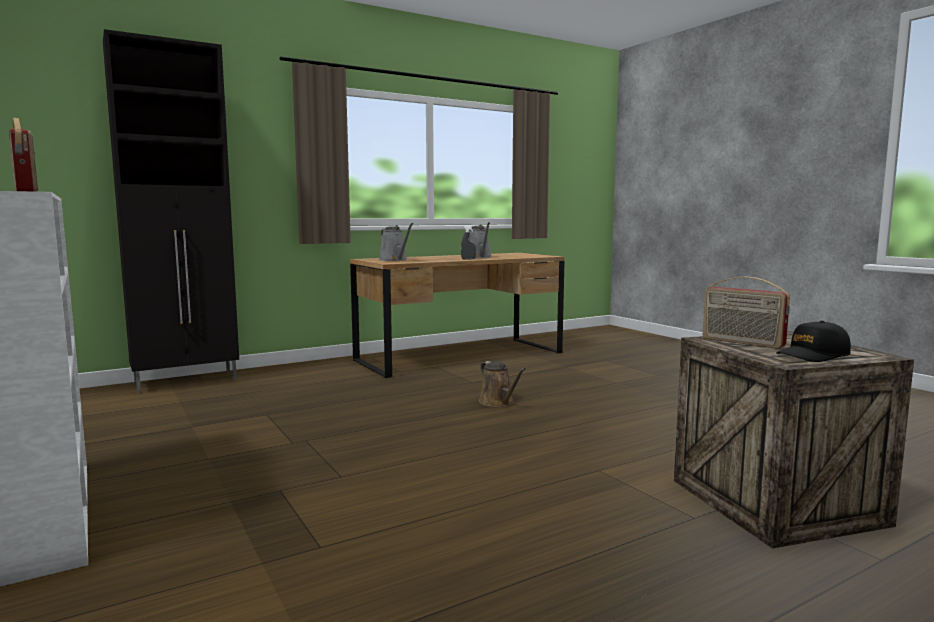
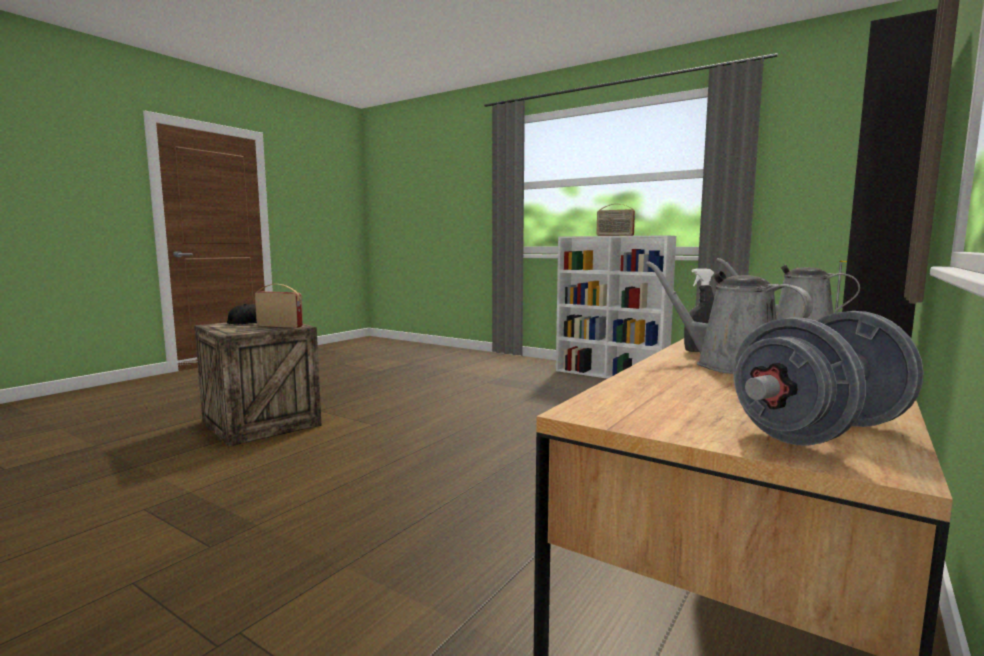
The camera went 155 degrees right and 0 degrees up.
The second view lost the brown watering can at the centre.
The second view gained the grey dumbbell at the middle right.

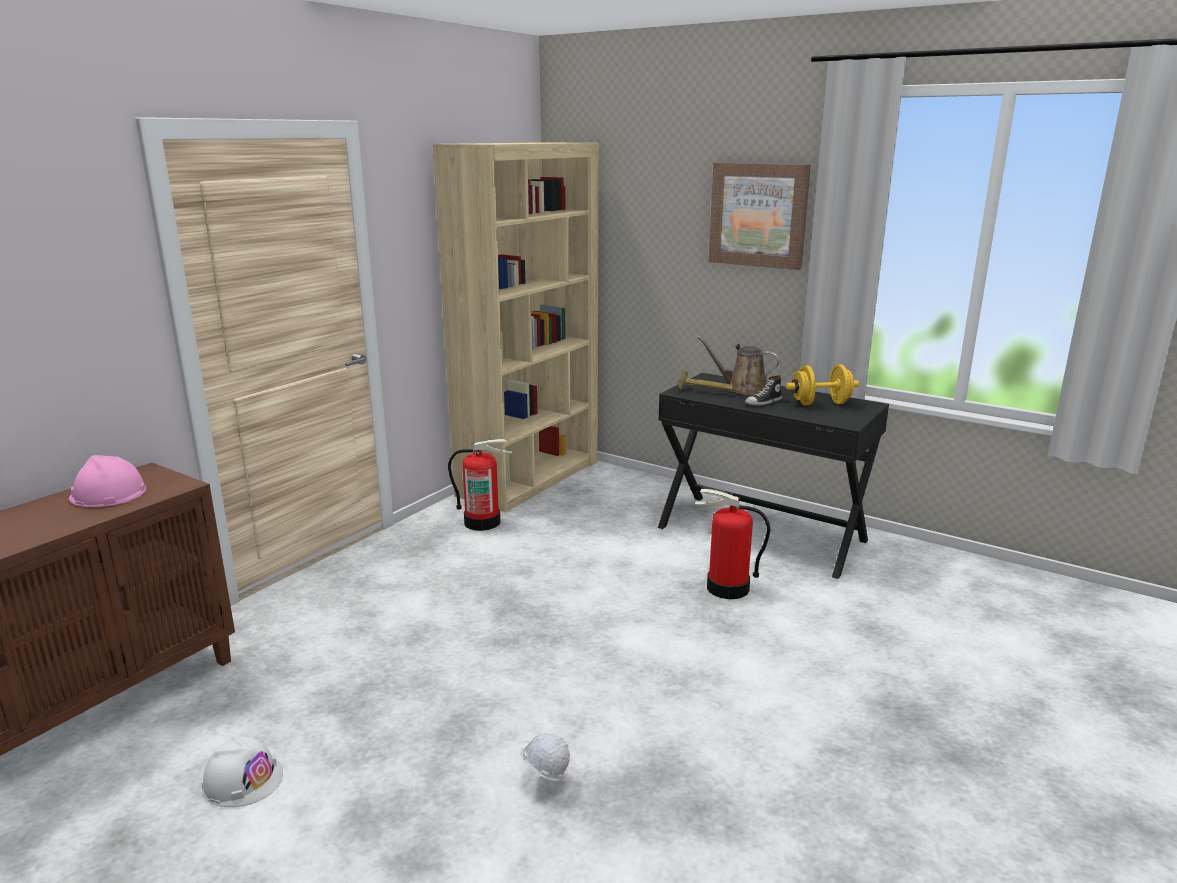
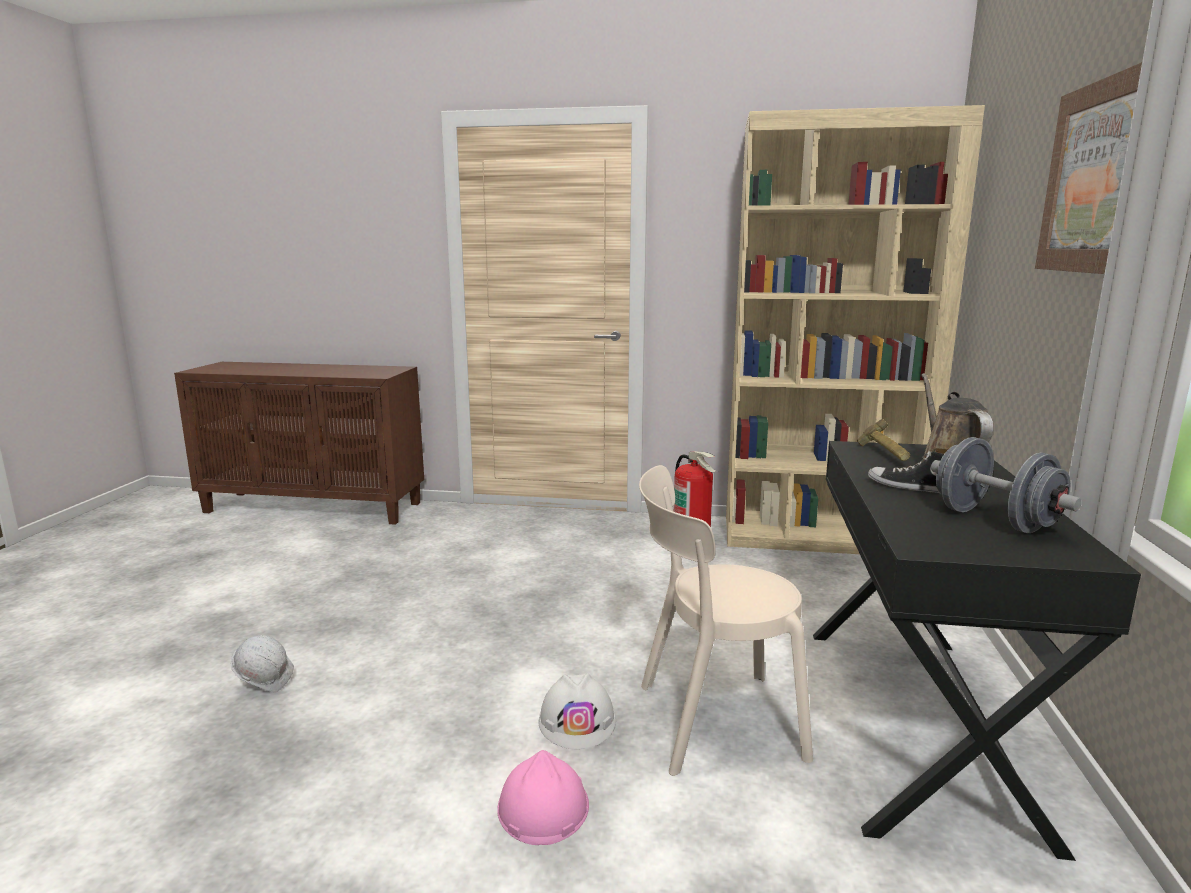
The camera went 65 degrees right and 5 degrees down.
What was the yellow dumbbell at the middle right turned into the grey dumbbell at the middle right.
The pink hard hat ended up elsewhere, having gone from the middle left to the bottom centre.
Where the fire extinguisher (no. 2 from left) stood at the centre, the beige chair came to stand at the bottom centre.
The white hard hat (no. 1 from left in the first image) ended up elsewhere, having gone from the bottom left to the bottom centre.

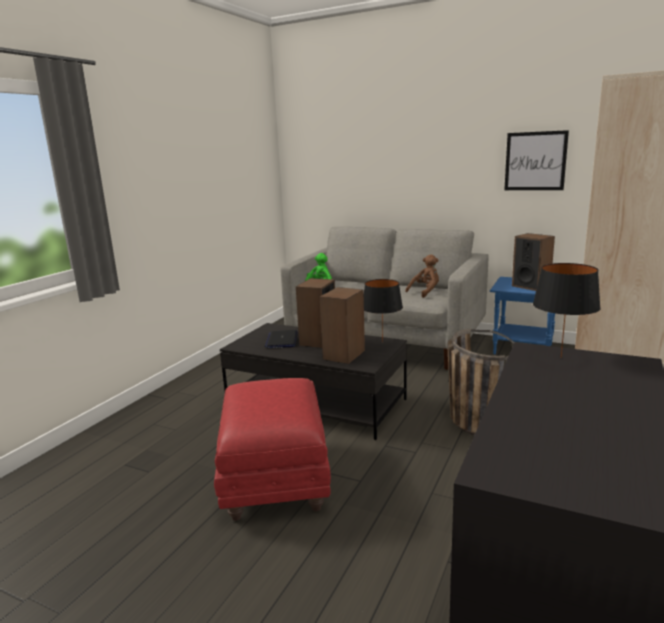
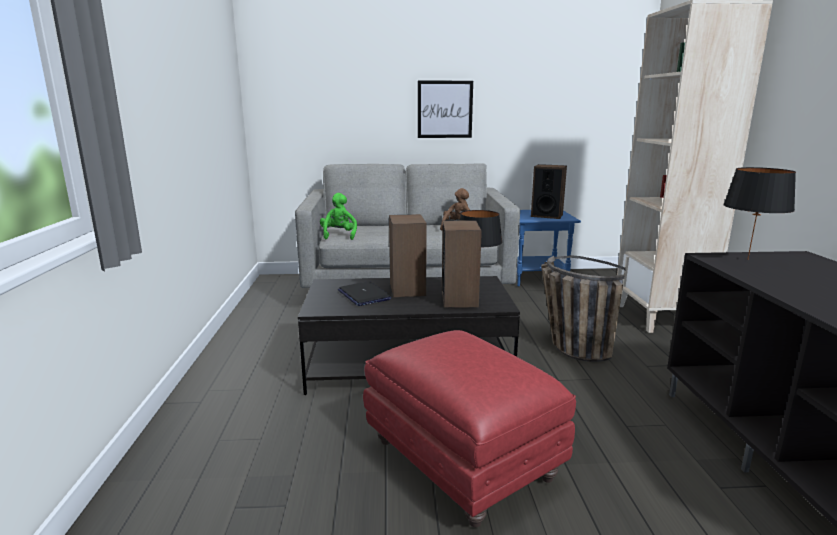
The camera went 30 degrees left and 0 degrees up.
The picture ended up elsewhere, having gone from the top right to the top centre.

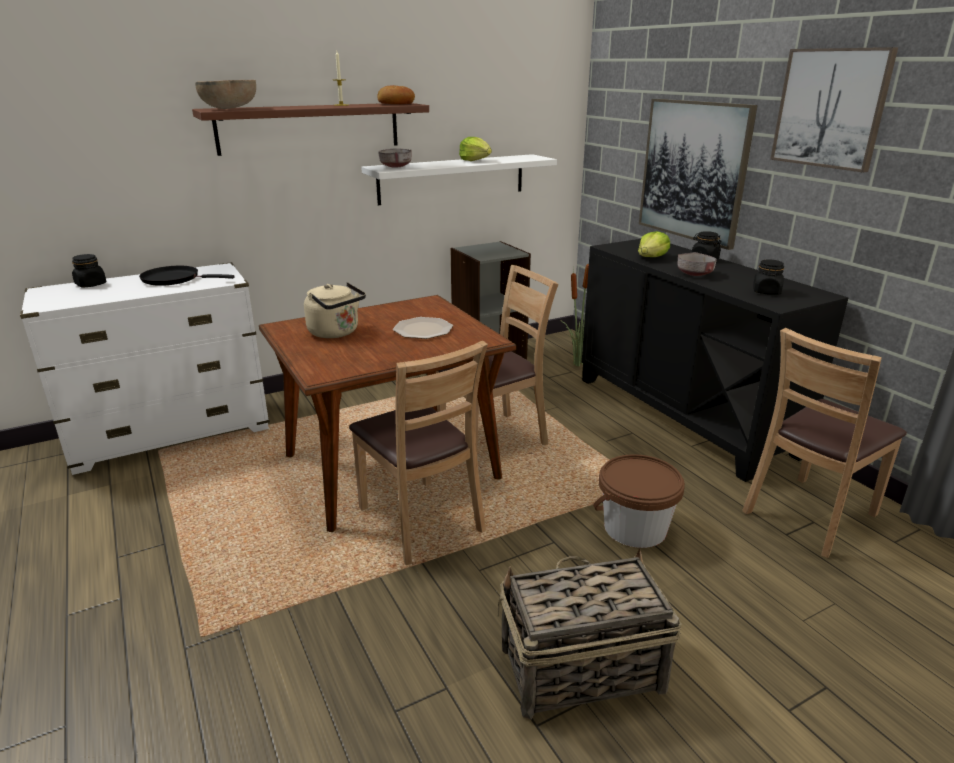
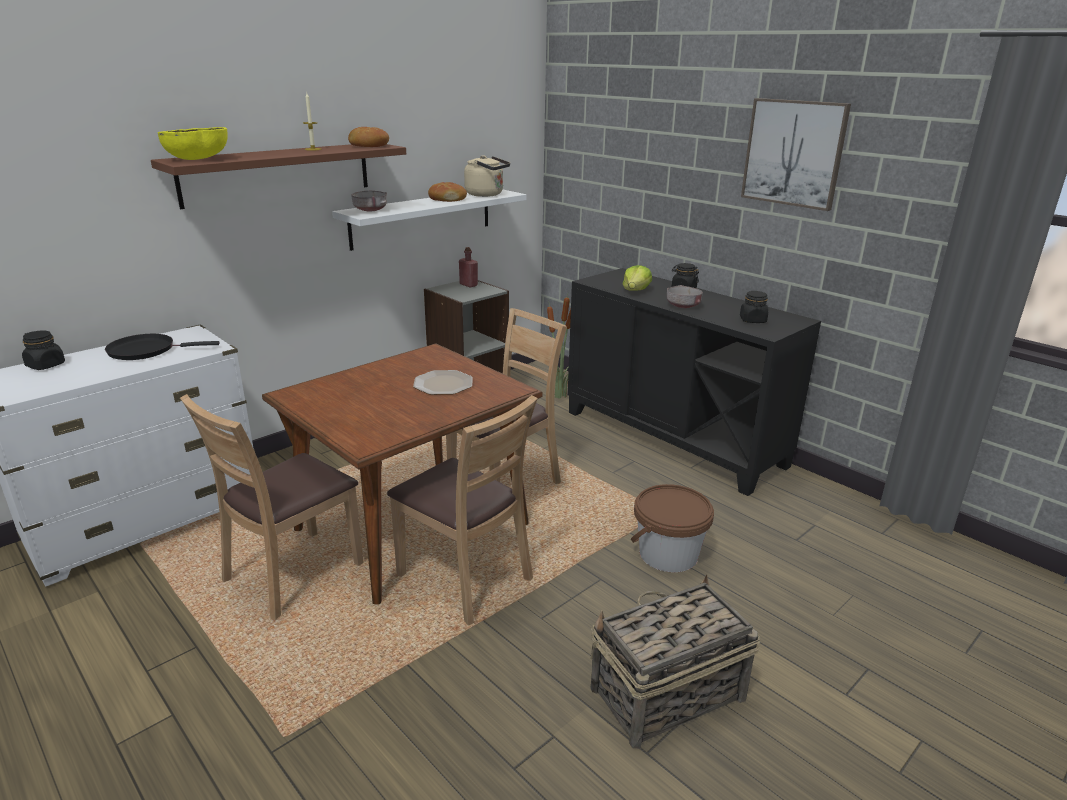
The camera went 15 degrees left and 0 degrees up.
What was the brown bowl at the top left turned into the yellow bowl at the top left.
The second view lost the picture (no. 1 from left) at the top right.
Where the lettuce (no. 1 from left) stood at the top centre, the bread (no. 2 from left) came to stand at the top centre.
The beige kettle ended up elsewhere, having gone from the centre to the top centre.
The brown chair (no. 3 from left in the first image) ended up elsewhere, having gone from the middle right to the middle left.
The second view gained the red bottle at the centre.

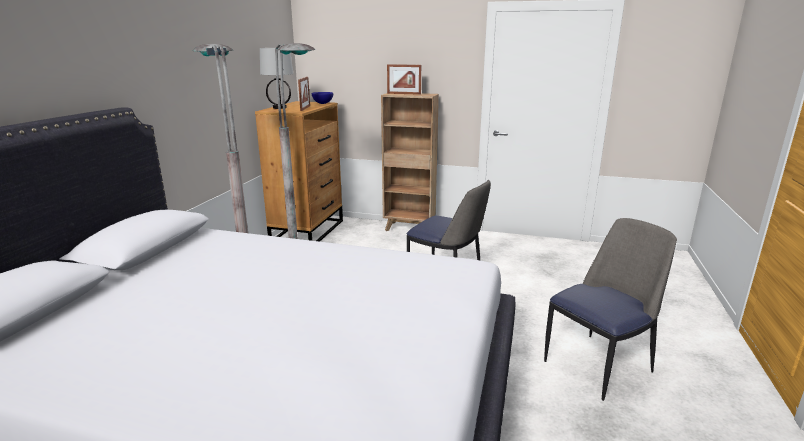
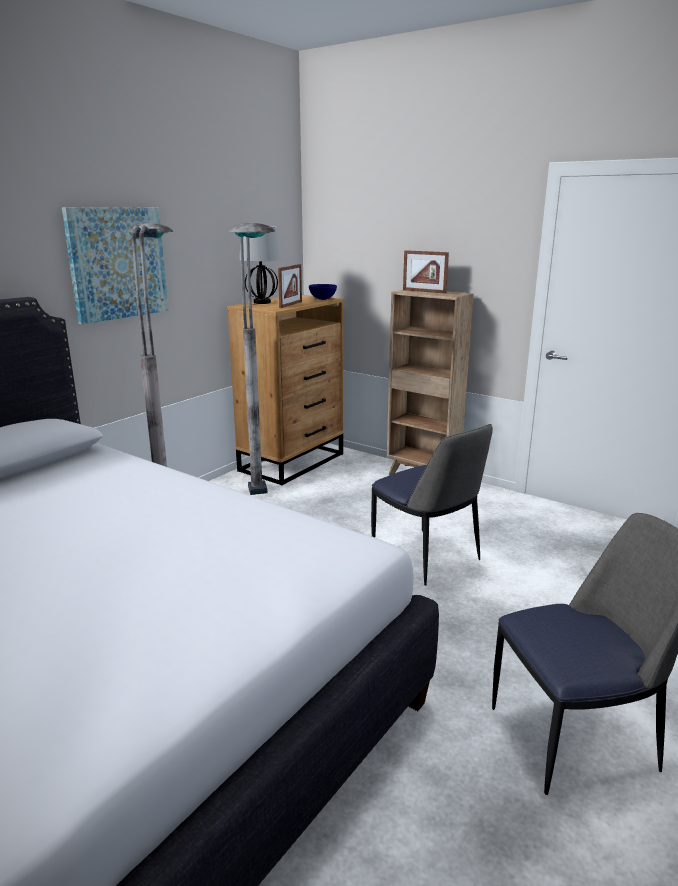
The camera went 20 degrees right and 0 degrees up.
The second view gained the picture at the top left.

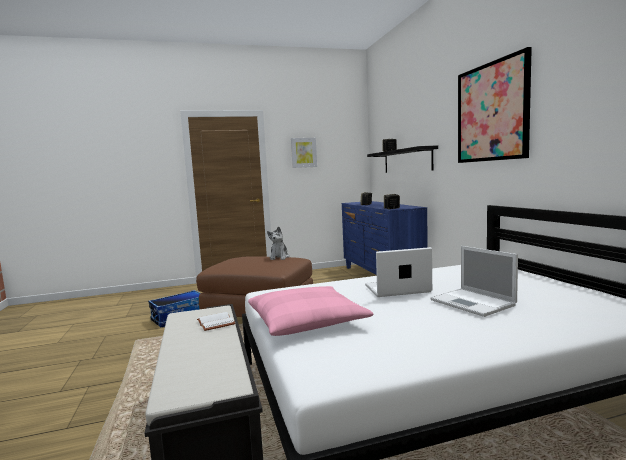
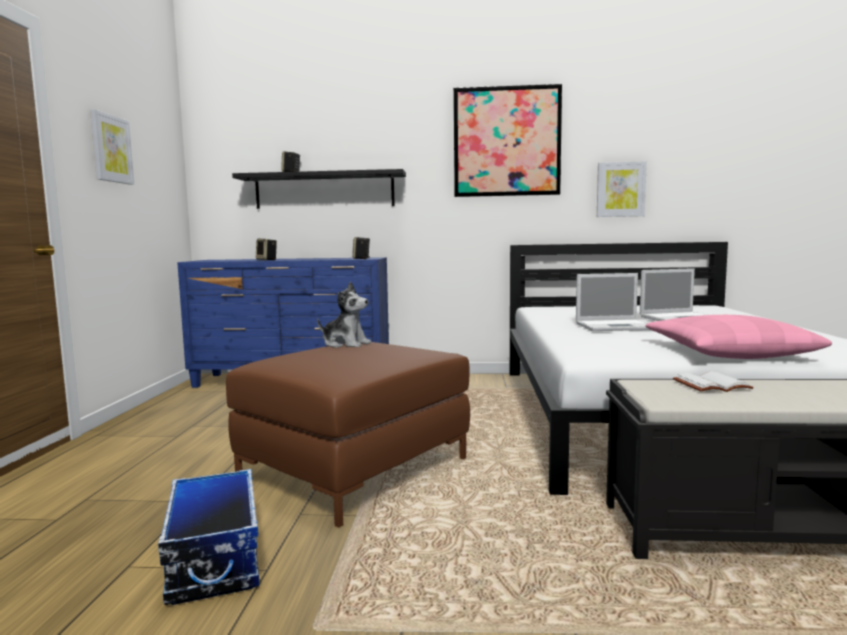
The camera went 70 degrees left and 0 degrees up.
The laptop (no. 1 from left) at the centre ended up facing another way, 105 degrees counterclockwise from before.
The second view gained the picture (no. 3 from left) at the top right.

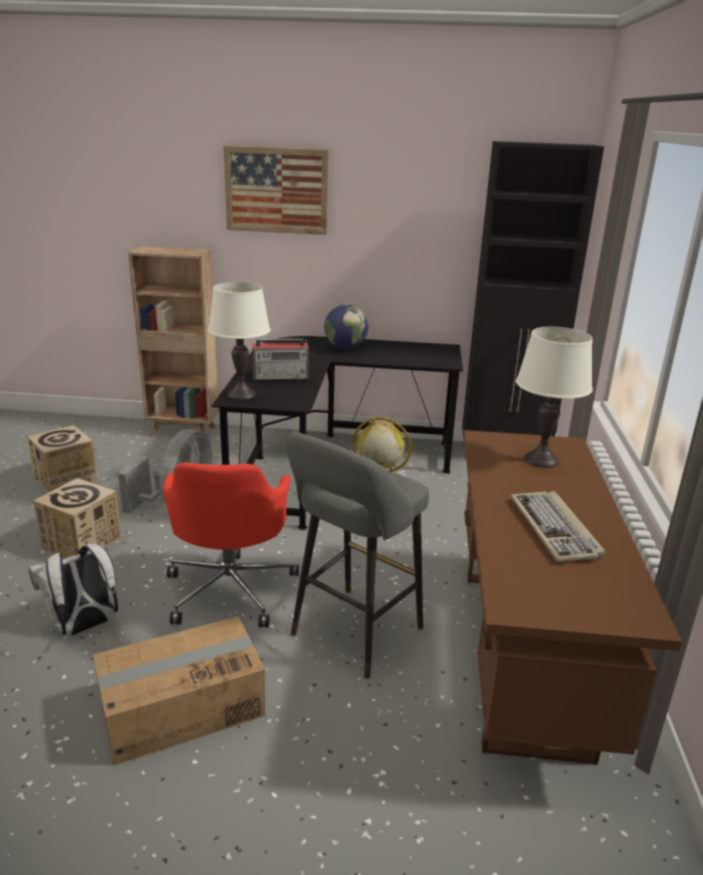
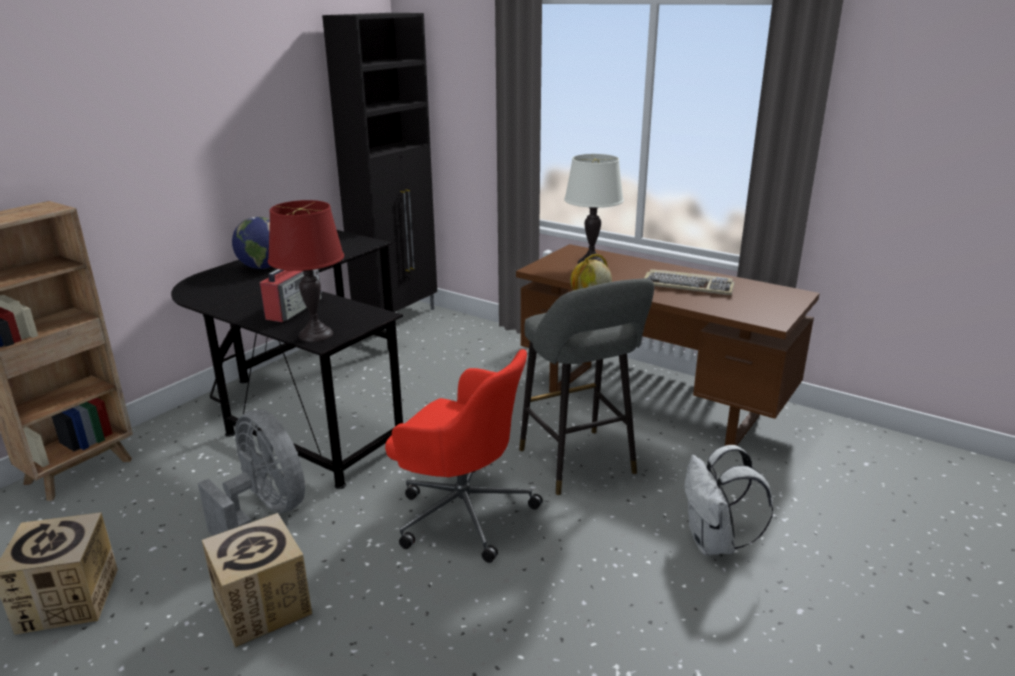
The camera went 60 degrees left and 0 degrees up.
The second view lost the picture at the top centre.
What was the white table lamp (no. 1 from left) at the centre turned into the red table lamp at the middle left.
The white backpack ended up elsewhere, having gone from the bottom left to the bottom right.
The second view lost the cardboard box (no. 3 from left) at the bottom left.

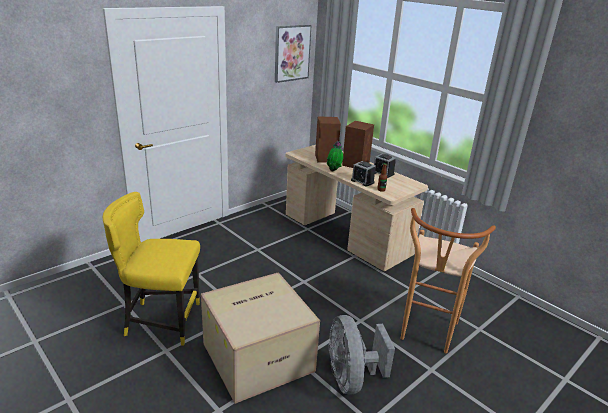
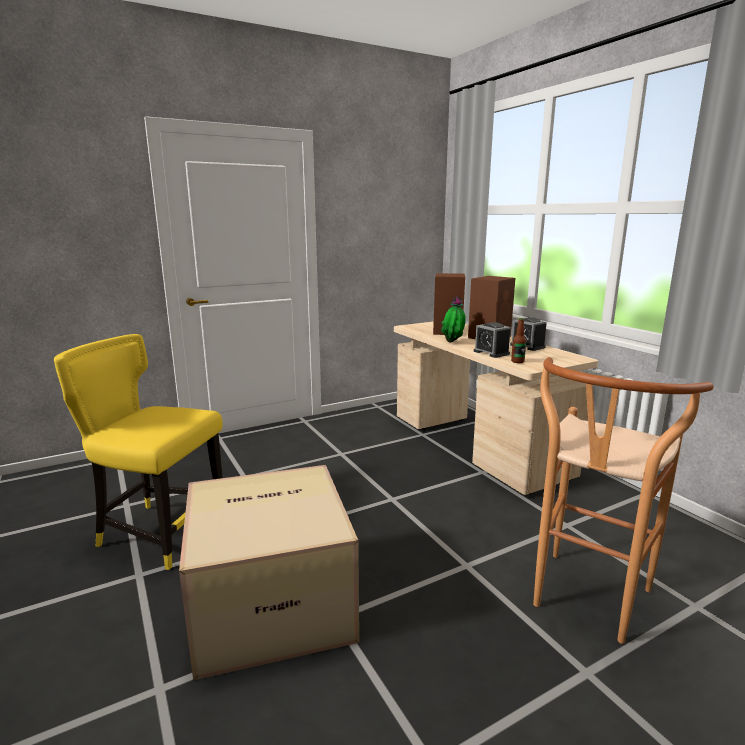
The camera went 15 degrees right and 10 degrees down.
The second view lost the picture at the top centre.
The second view lost the grey fan at the bottom centre.

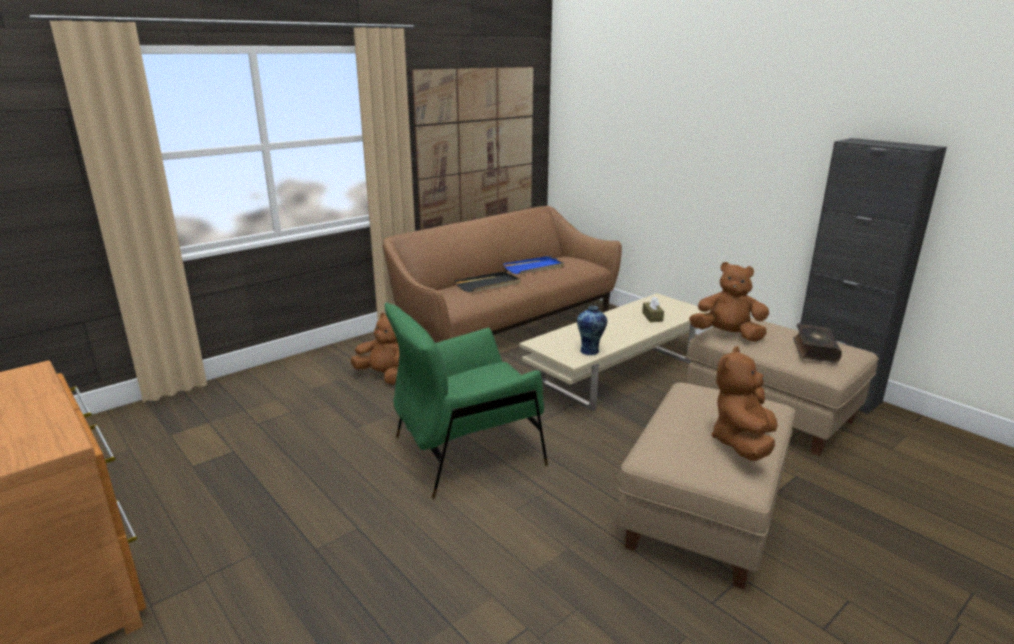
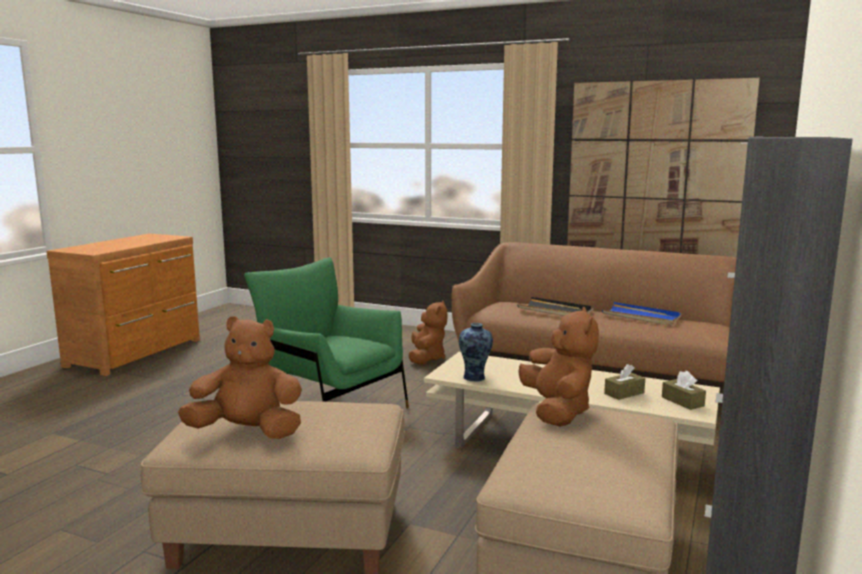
The camera went 65 degrees right and 10 degrees down.
The second view lost the book at the middle right.
The second view gained the brown tissue box (no. 2 from left) at the bottom right.

